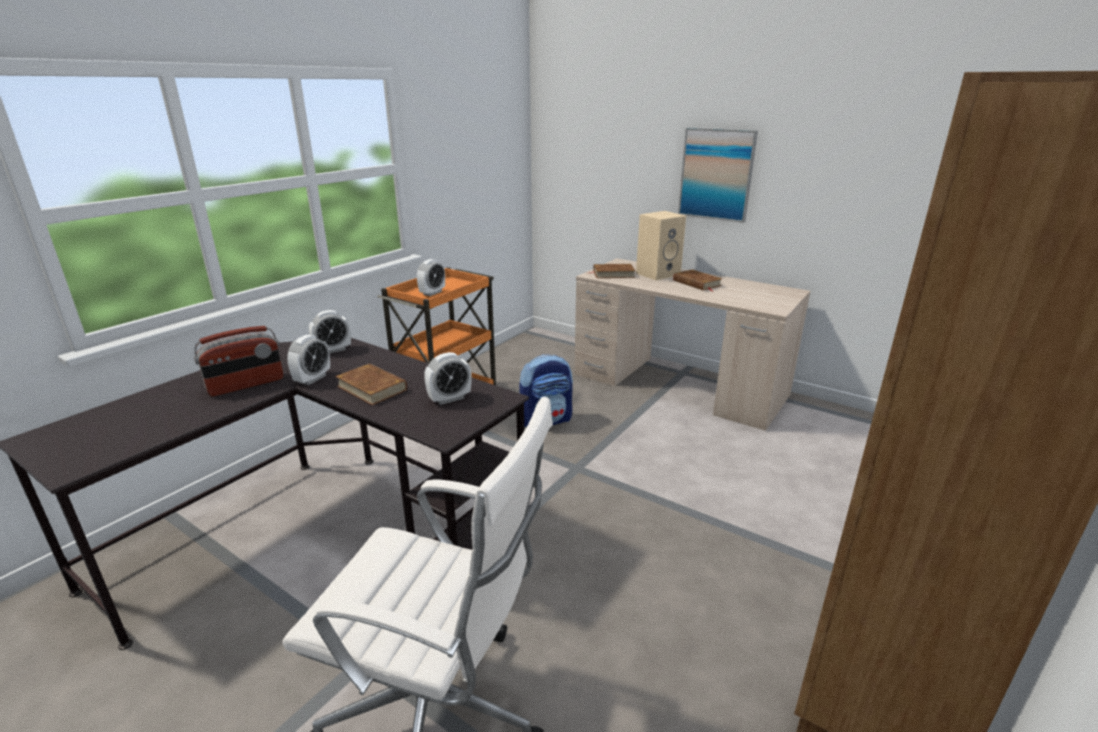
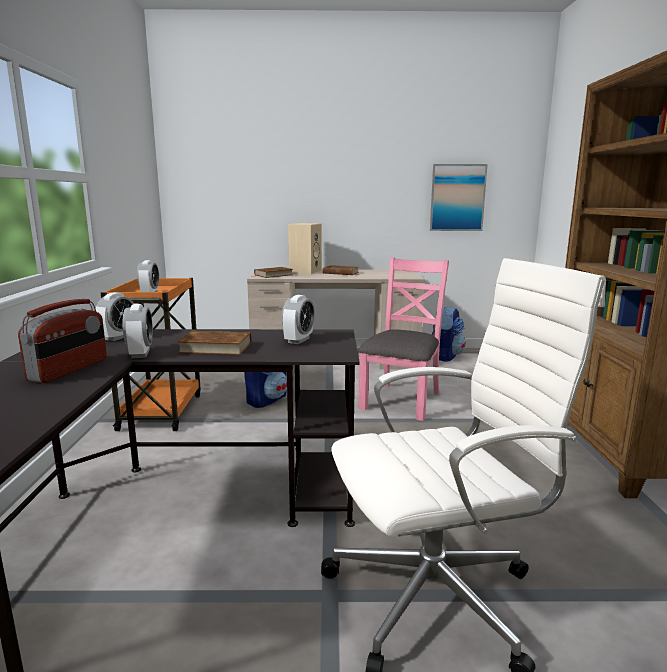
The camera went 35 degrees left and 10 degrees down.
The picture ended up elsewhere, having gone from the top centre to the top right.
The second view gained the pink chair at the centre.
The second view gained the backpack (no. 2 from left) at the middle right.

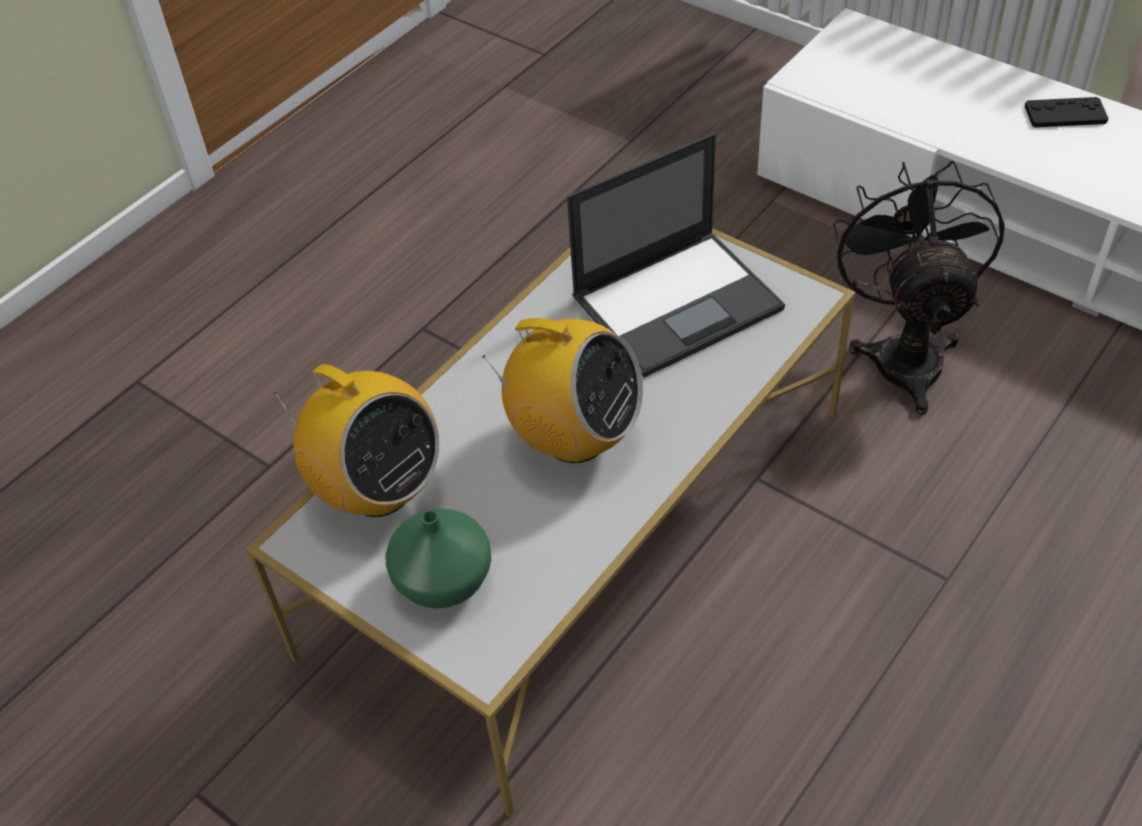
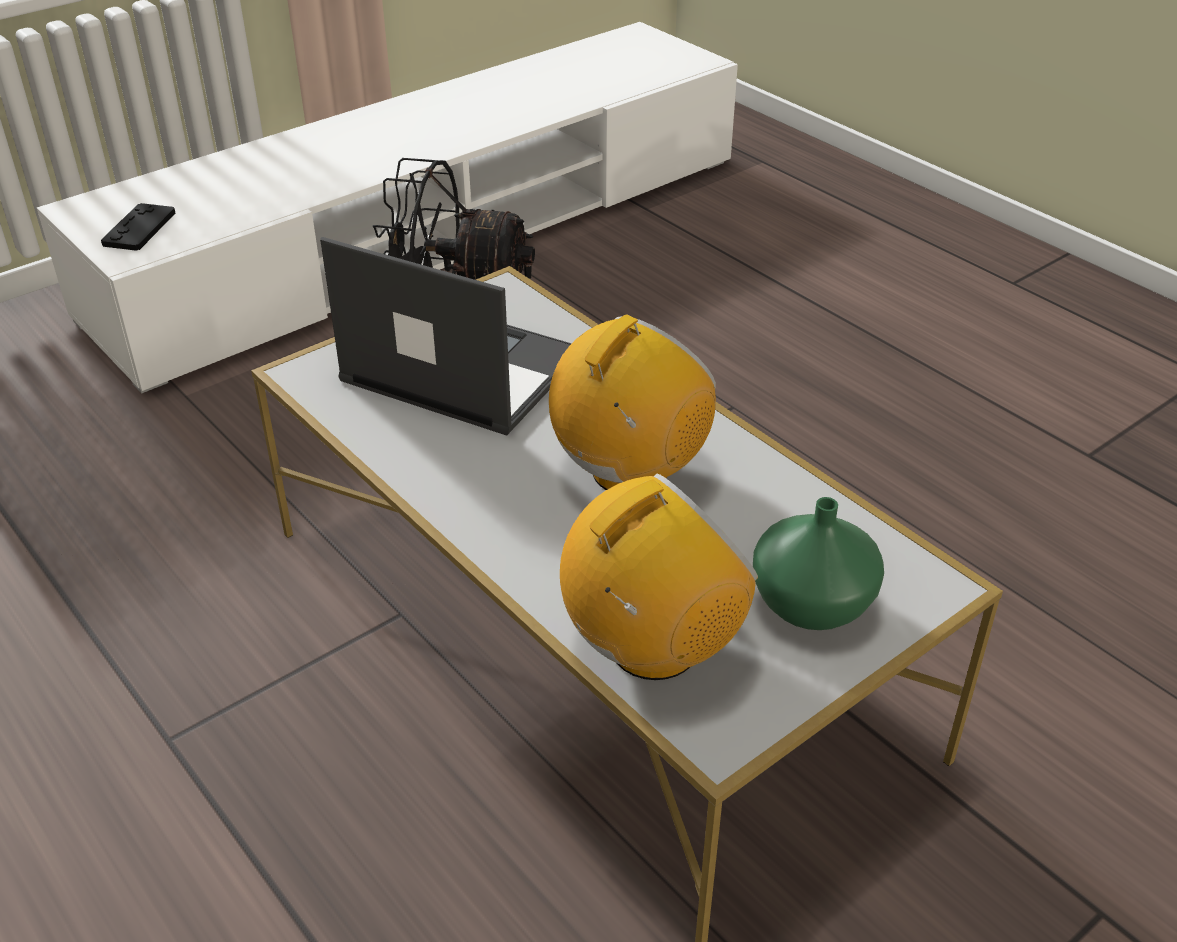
The camera went 80 degrees left and 10 degrees down.
The black game controller ended up elsewhere, having gone from the top right to the top left.
The laptop at the top centre ended up facing another way, 45 degrees counterclockwise from before.

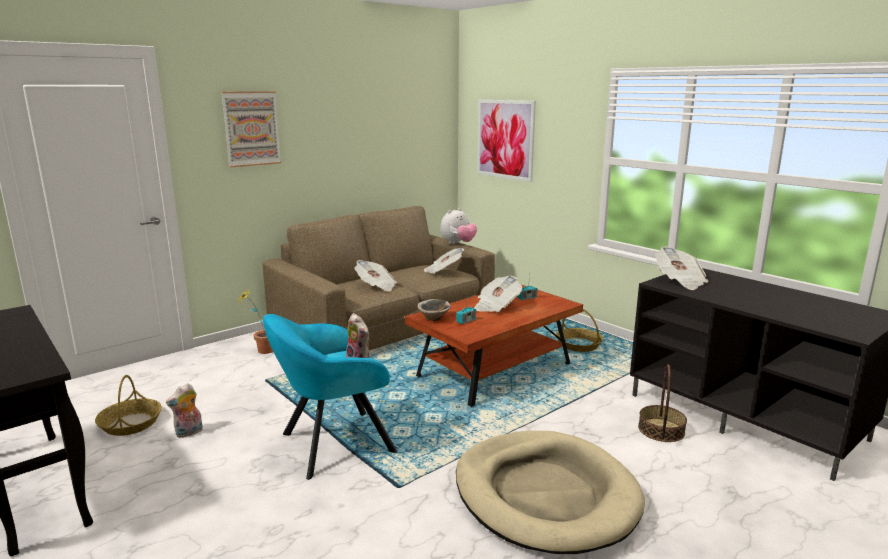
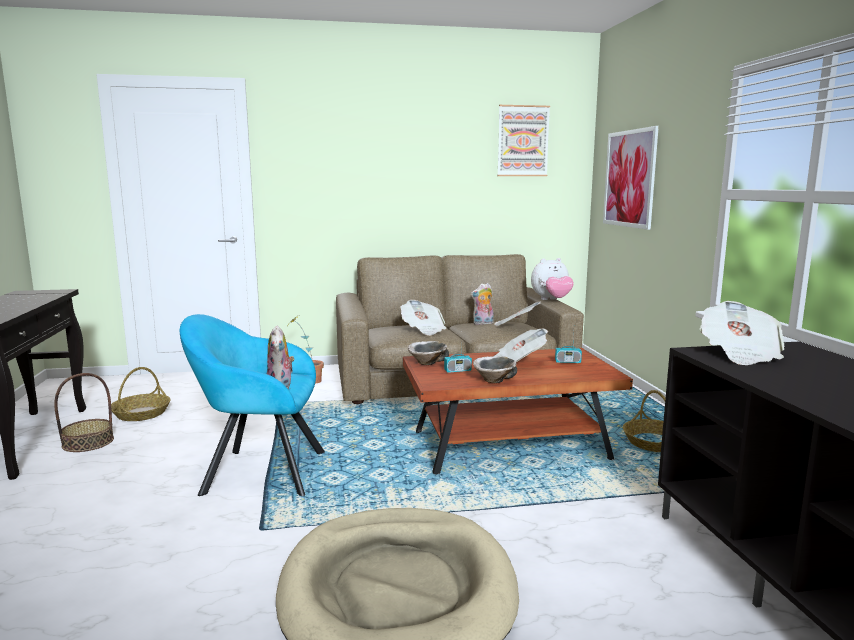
The camera went 30 degrees right and 5 degrees down.
The picture (no. 1 from left) ended up elsewhere, having gone from the top left to the top centre.
The basket (no. 3 from left in the first image) ended up elsewhere, having gone from the bottom right to the middle left.
The plush toy (no. 1 from left in the first image) ended up elsewhere, having gone from the bottom left to the centre.
The second view gained the bowl (no. 2 from left) at the centre.

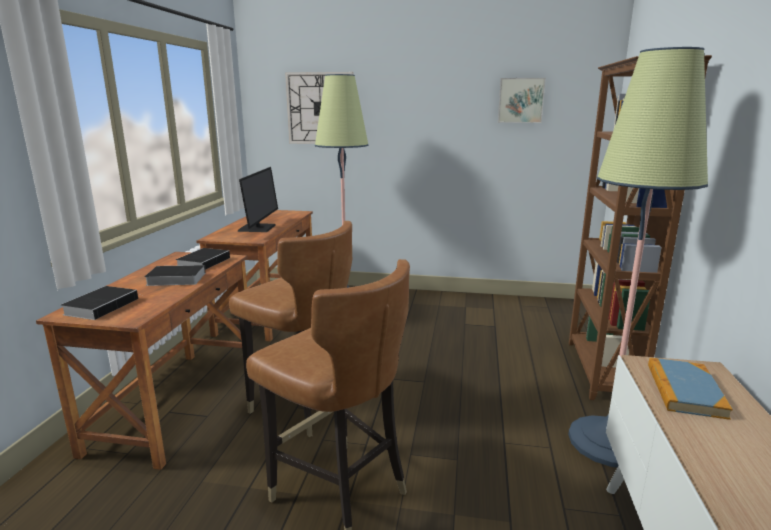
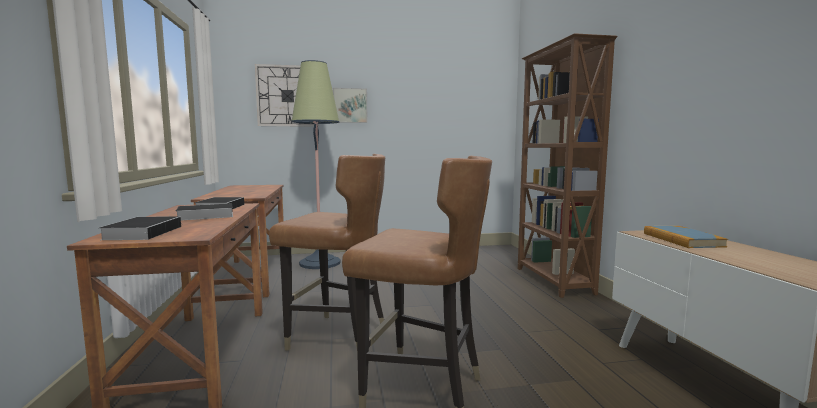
The camera went 20 degrees left and 10 degrees down.
The second view lost the floor lamp (no. 2 from left) at the middle right.
The picture ended up elsewhere, having gone from the top right to the top centre.
The second view lost the monitor at the centre.

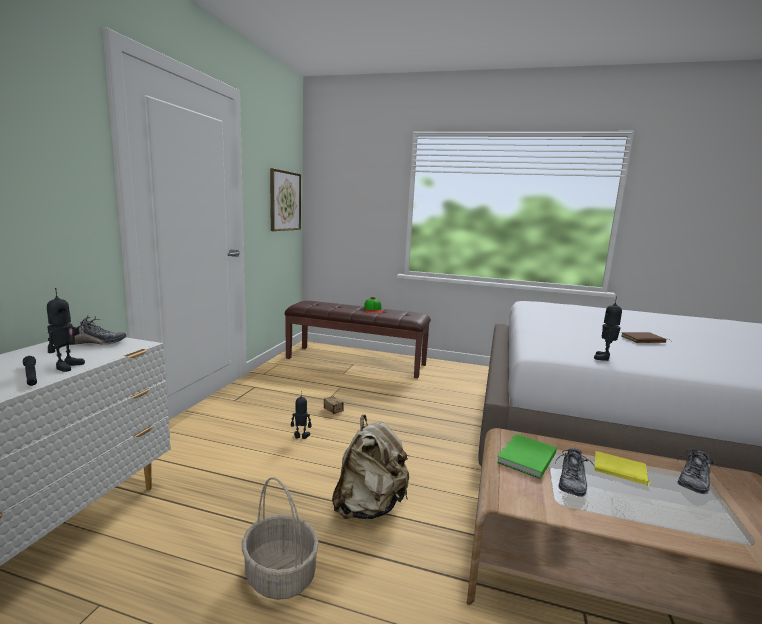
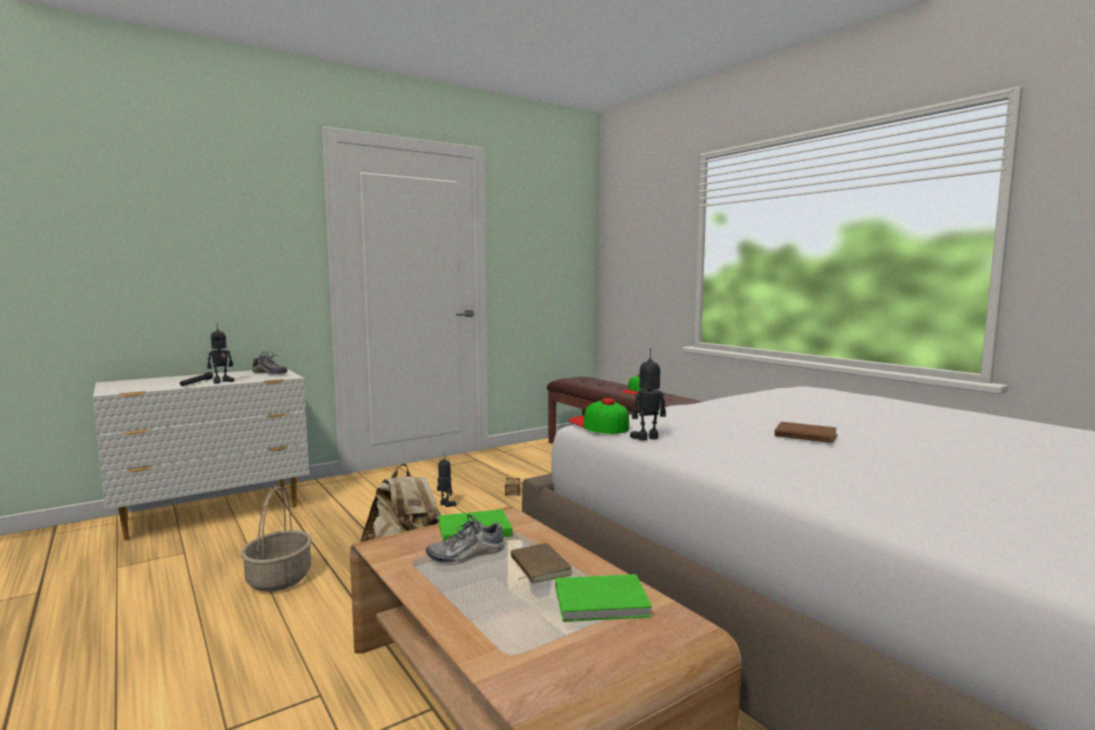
The camera went 40 degrees right and 5 degrees down.
The second view lost the picture at the top centre.
Where the shoe (no. 3 from left) stood at the bottom right, the green book (no. 2 from left) came to stand at the bottom centre.
What was the yellow book at the bottom right turned into the brown book (no. 1 from left) at the bottom centre.
The second view gained the cap (no. 1 from left) at the centre.

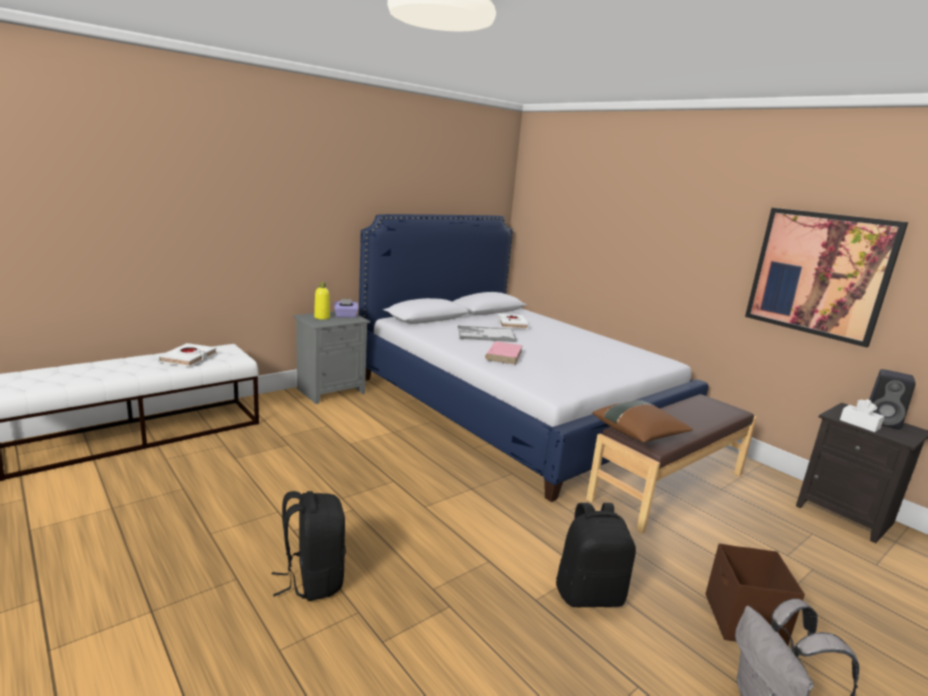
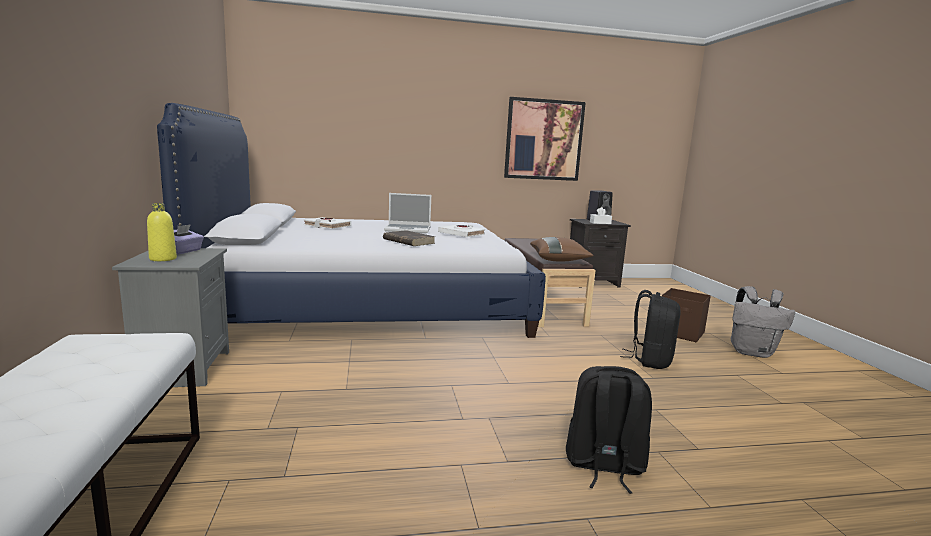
The camera went 60 degrees left and 5 degrees down.
The second view lost the tray at the centre.
What was the pink book at the centre turned into the brown book at the centre.
The white book (no. 1 from left in the first image) ended up elsewhere, having gone from the middle left to the centre.
The second view gained the laptop at the centre.

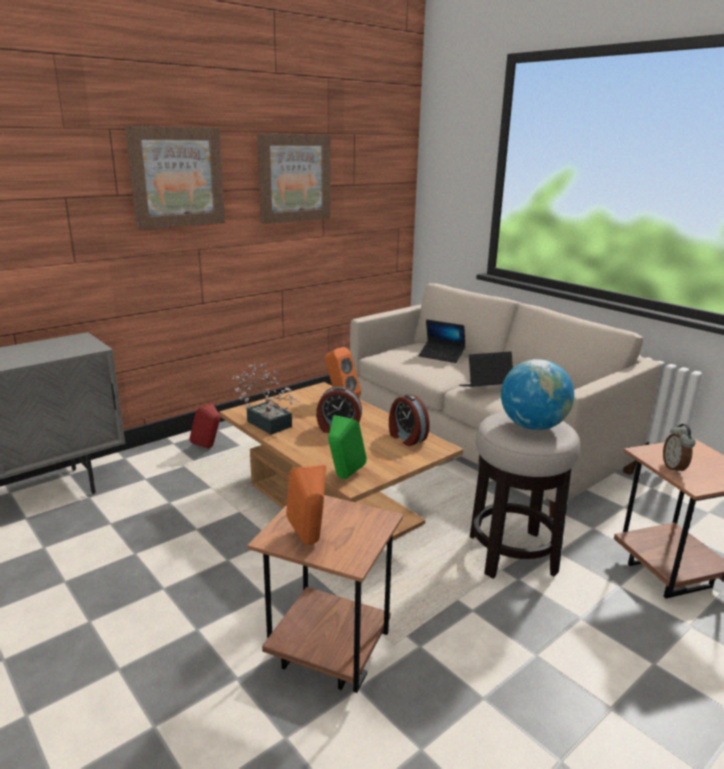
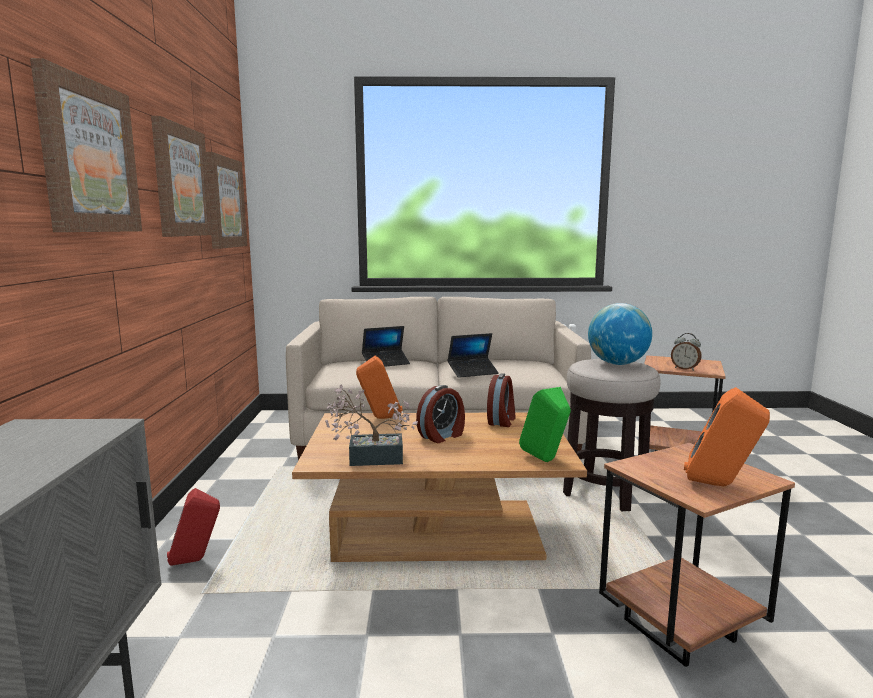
The camera went 50 degrees left and 10 degrees down.
The laptop (no. 2 from left) at the middle right ended up facing another way, 135 degrees counterclockwise from before.
The alarm clock (no. 2 from left) at the centre ended up facing another way, 75 degrees counterclockwise from before.
The second view gained the picture (no. 3 from left) at the top left.

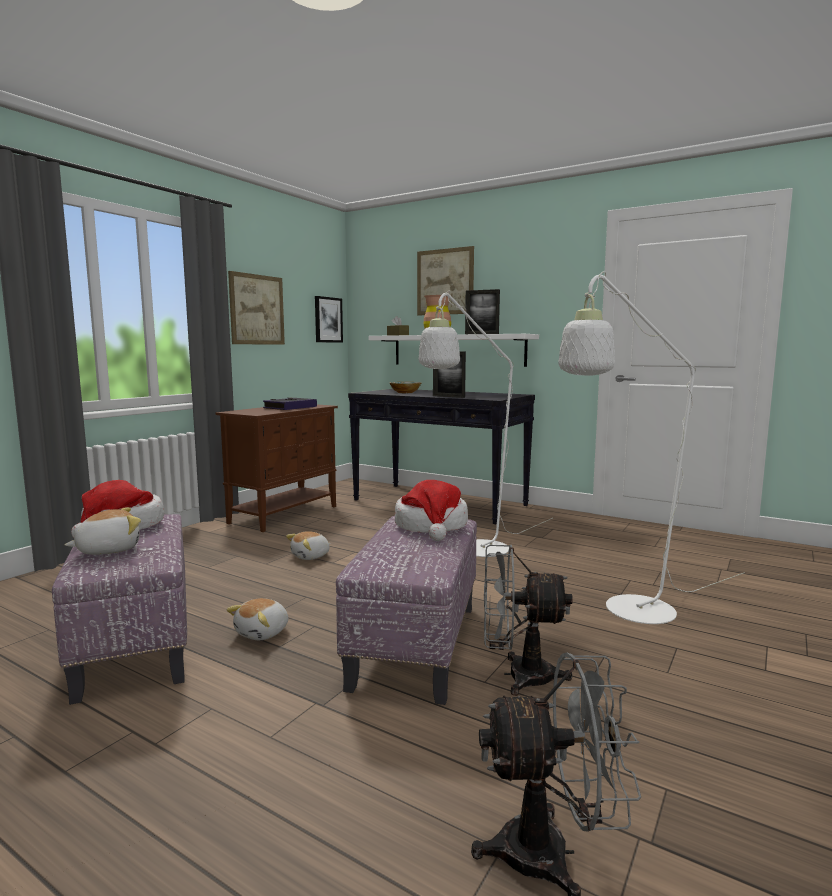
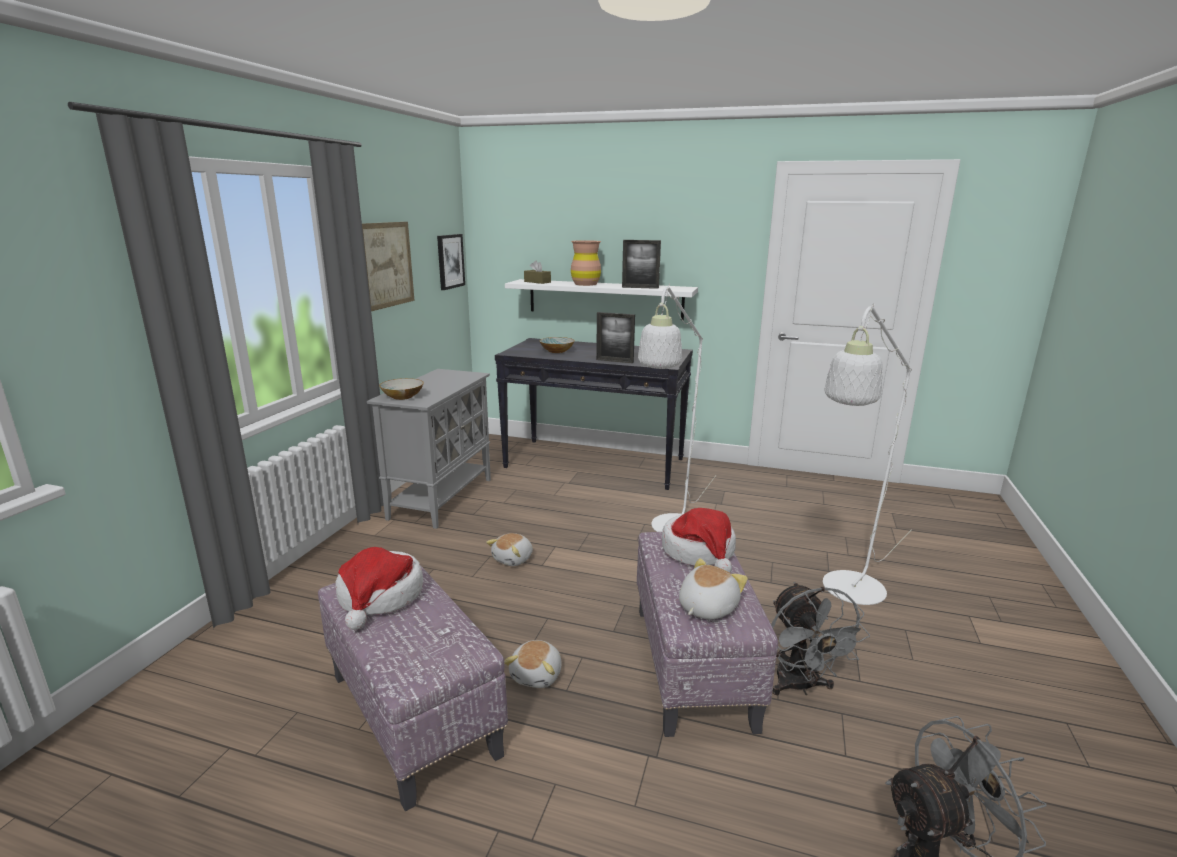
The camera went 15 degrees left and 10 degrees up.
The second view lost the picture (no. 3 from left) at the top centre.
The second view lost the book at the centre.
What was the brown cabinet at the middle left turned into the grey cabinet at the centre.
The plush toy (no. 1 from left in the first image) ended up elsewhere, having gone from the middle left to the bottom centre.
The grey fan (no. 1 from left) at the bottom centre ended up facing another way, 90 degrees counterclockwise from before.
The second view gained the bowl (no. 1 from left) at the centre.

